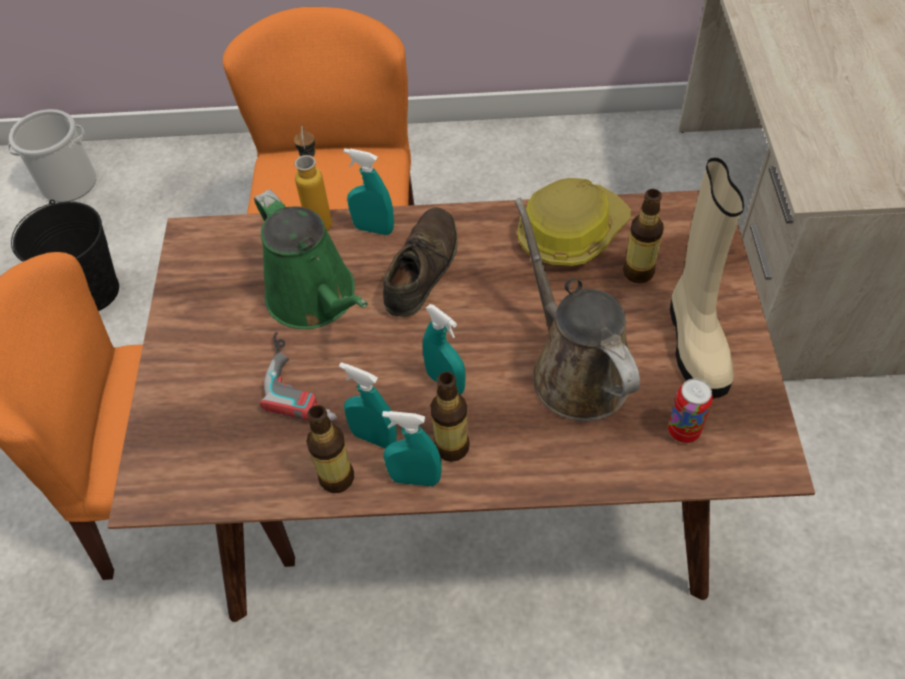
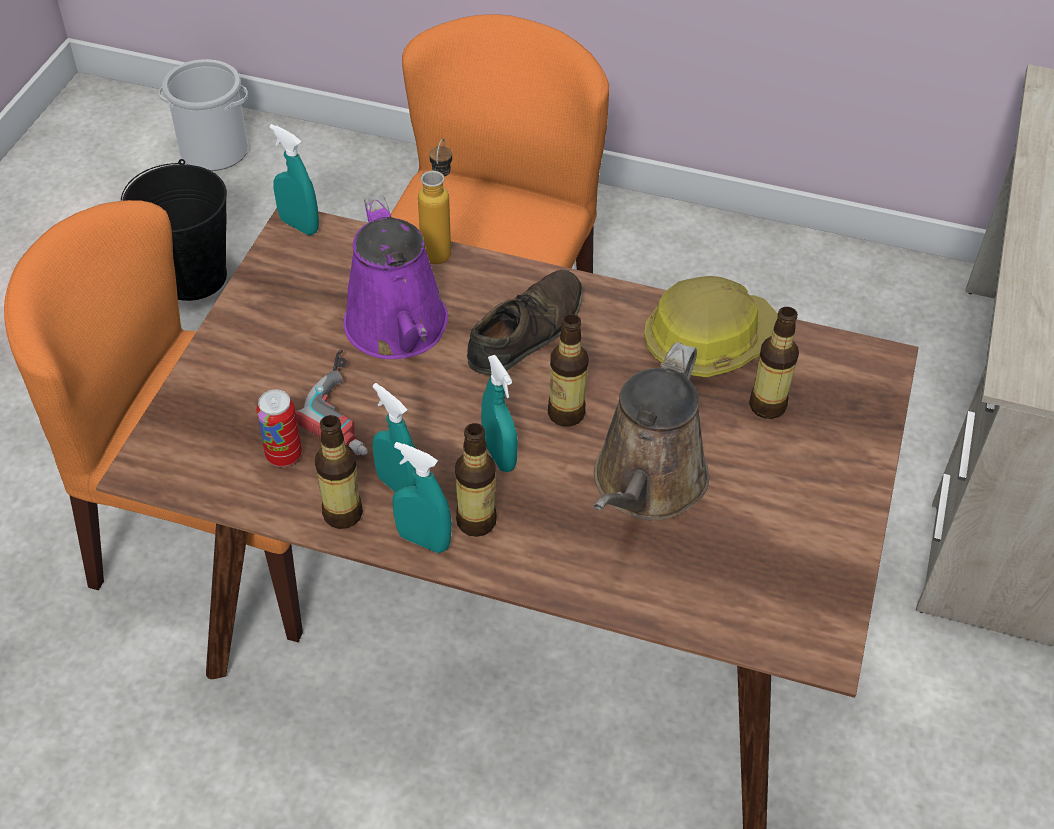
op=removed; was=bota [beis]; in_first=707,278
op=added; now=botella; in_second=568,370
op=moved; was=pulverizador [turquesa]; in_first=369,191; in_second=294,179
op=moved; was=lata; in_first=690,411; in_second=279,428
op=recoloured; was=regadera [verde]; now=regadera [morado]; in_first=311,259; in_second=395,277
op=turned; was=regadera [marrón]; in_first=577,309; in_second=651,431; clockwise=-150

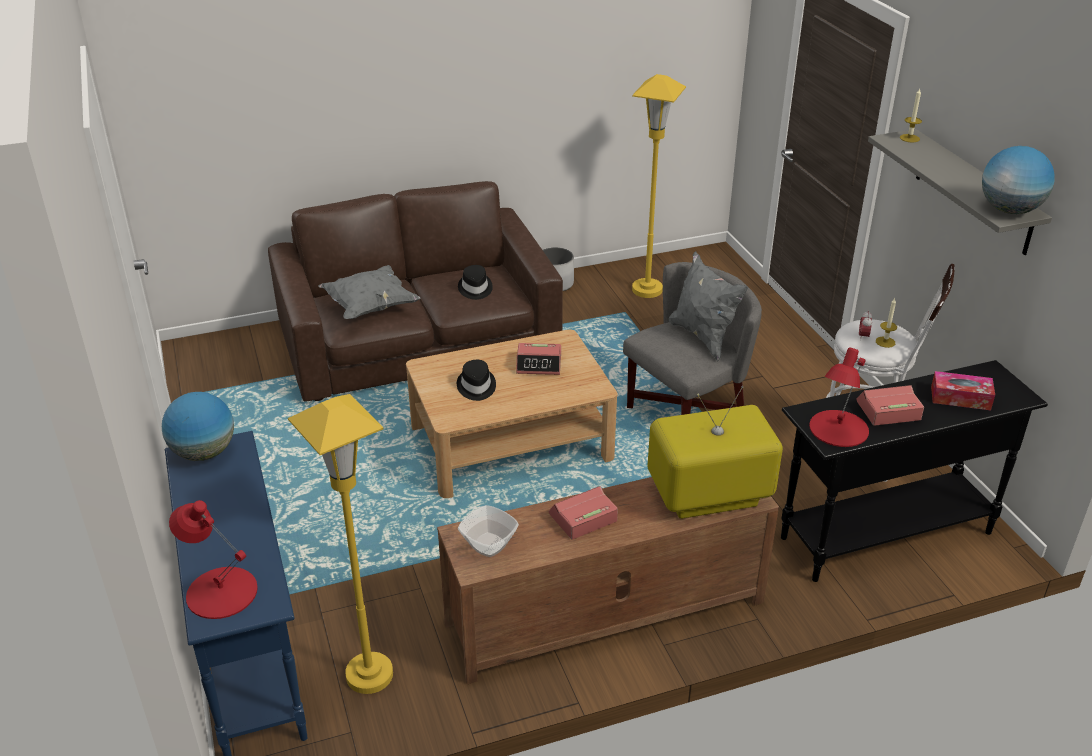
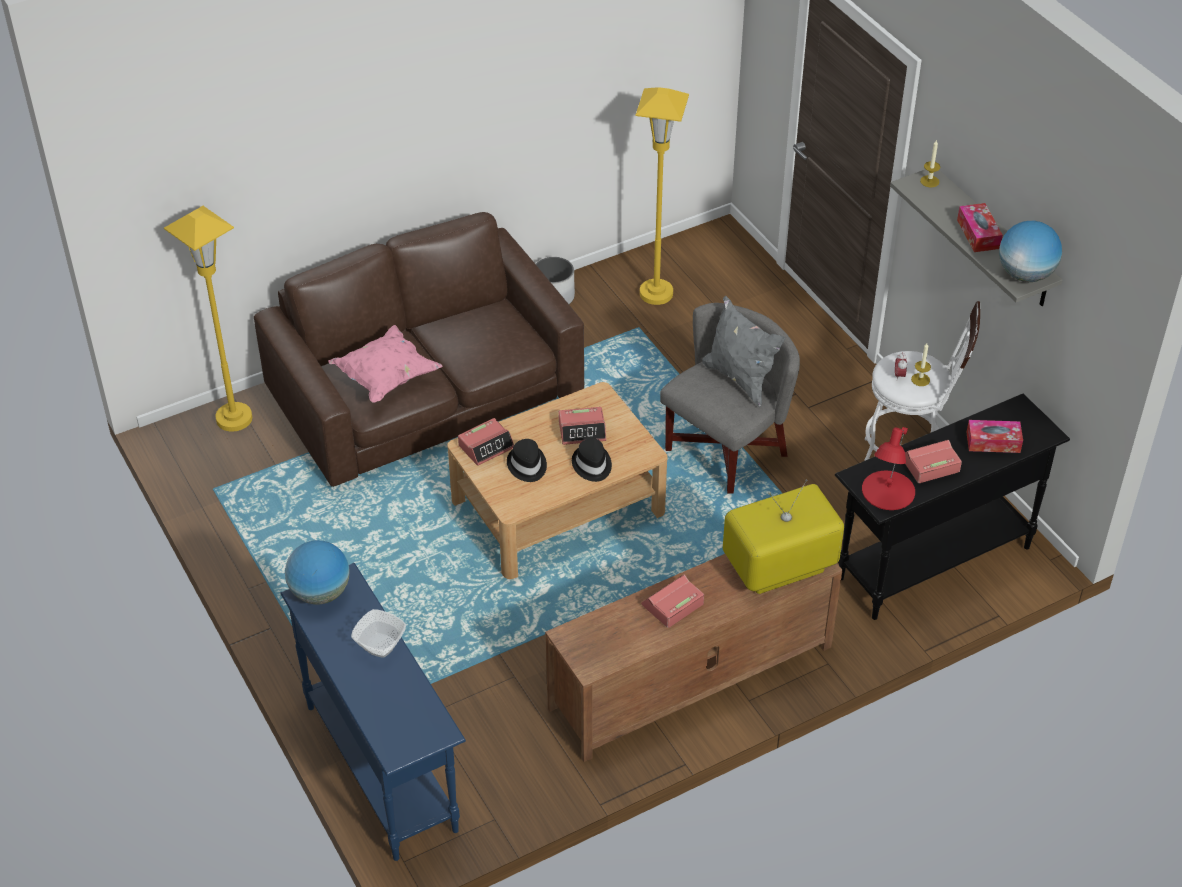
op=removed; was=lámpara de mesa [rojo]; in_first=213,559
op=added; now=despertador; in_second=486,442
op=added; now=caja de pañuelos; in_second=980,227
op=moved; was=lámpara de pie [amarillo]; in_first=340,544; in_second=208,319
op=moved; was=sombrero [negro]; in_first=475,282; in_second=592,460
op=moved; was=cuenco; in_first=488,531; in_second=378,633
op=recoloured; was=cojín [gris]; now=cojín [rosa]; in_first=369,292; in_second=385,364

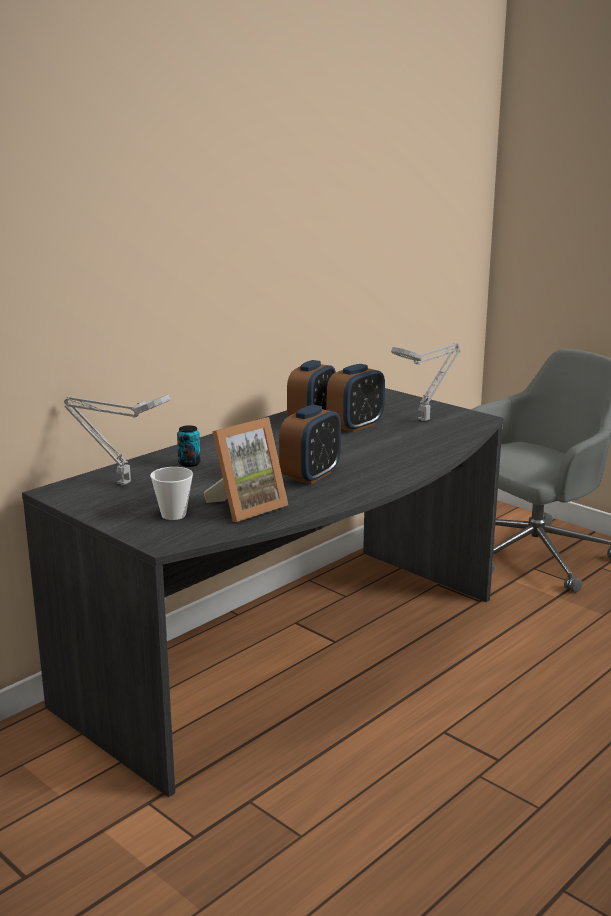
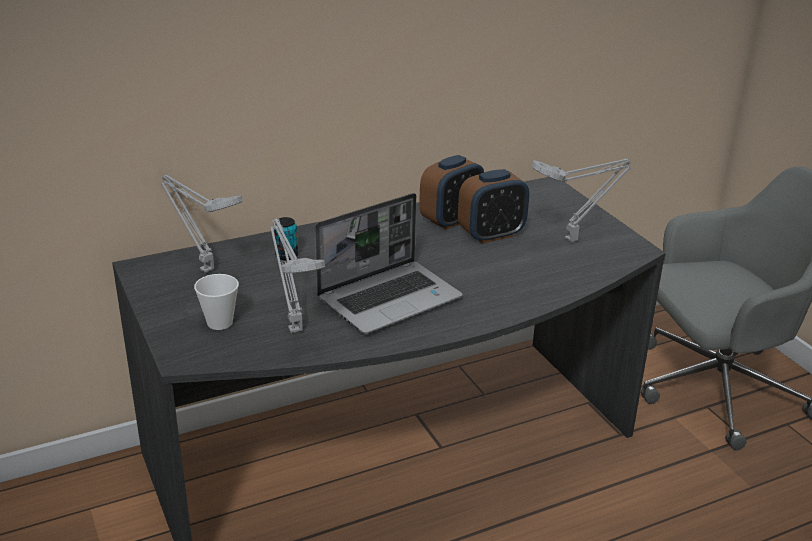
op=replaced; was=portarretratos; now=lámpara de mesa [gris]; in_first=246,469; in_second=297,276
op=replaced; was=despertador; now=portátil; in_first=310,444; in_second=389,263

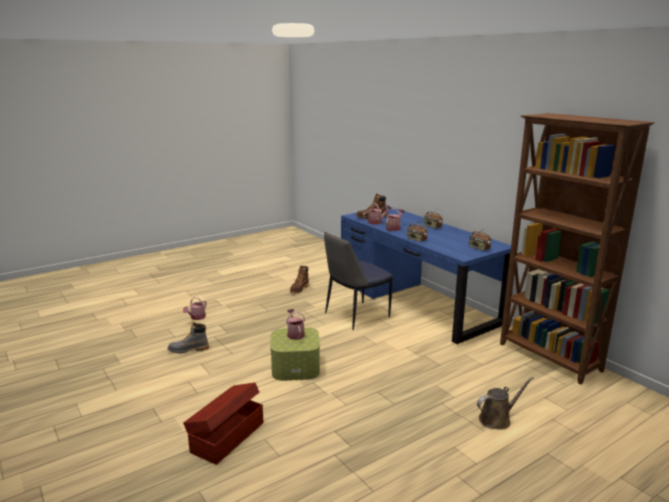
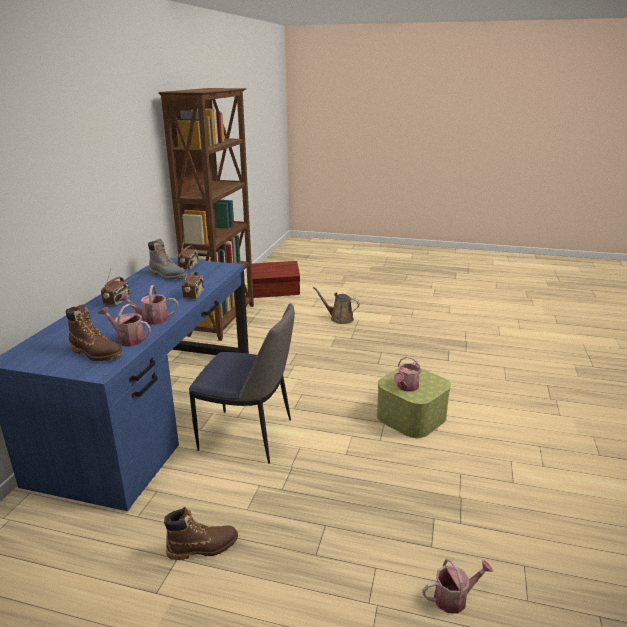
op=moved; was=bota [gris]; in_first=188,338; in_second=167,259
op=moved; was=caja de almacenaje [marrón]; in_first=223,424; in_second=276,279

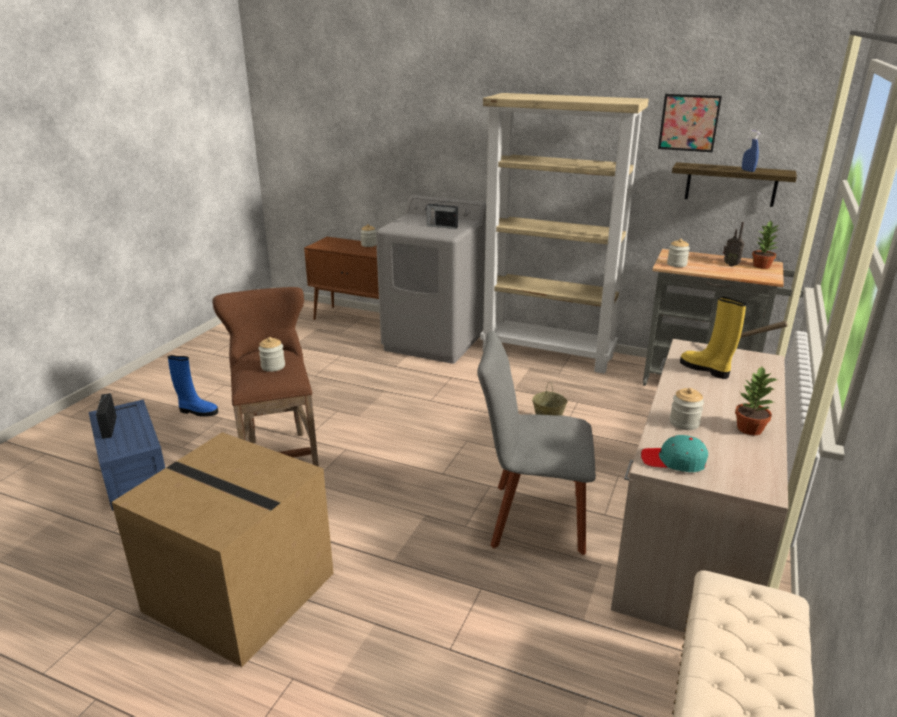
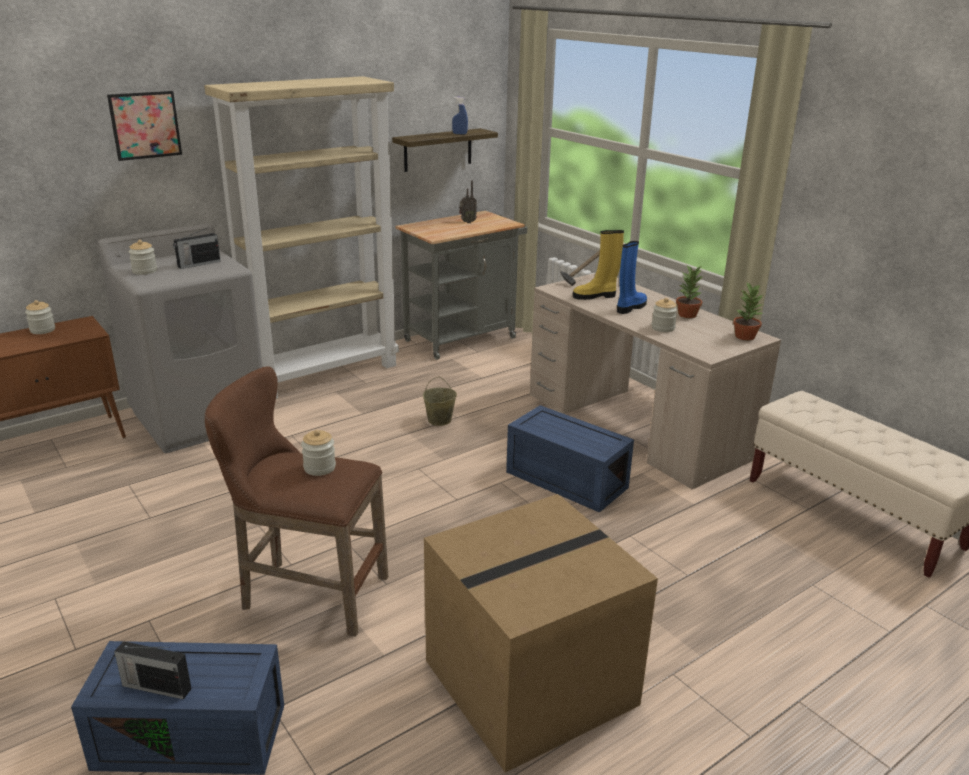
op=removed; was=gorra [turquesa]; in_first=674,453
op=moved; was=bota [azul]; in_first=193,386; in_second=632,277
op=moved; was=cuadro; in_first=690,123; in_second=144,126
op=moved; was=tarro; in_first=678,253; in_second=143,257
op=moved; was=planta en maceta; in_first=765,245; in_second=749,311
op=replaced; was=silla [gris]; now=caja de almacenaje [azul]; in_first=536,443; in_second=570,459

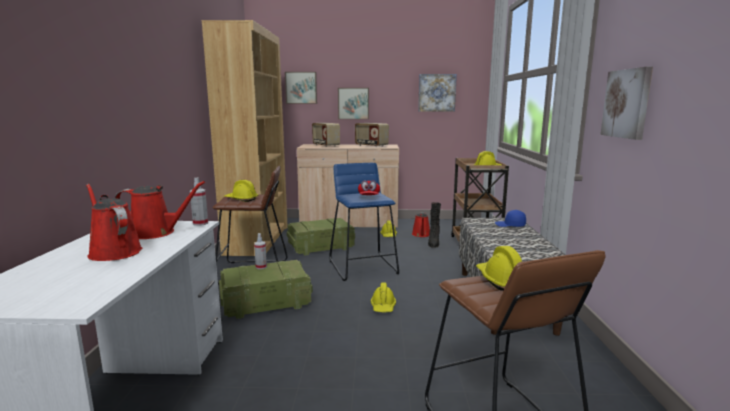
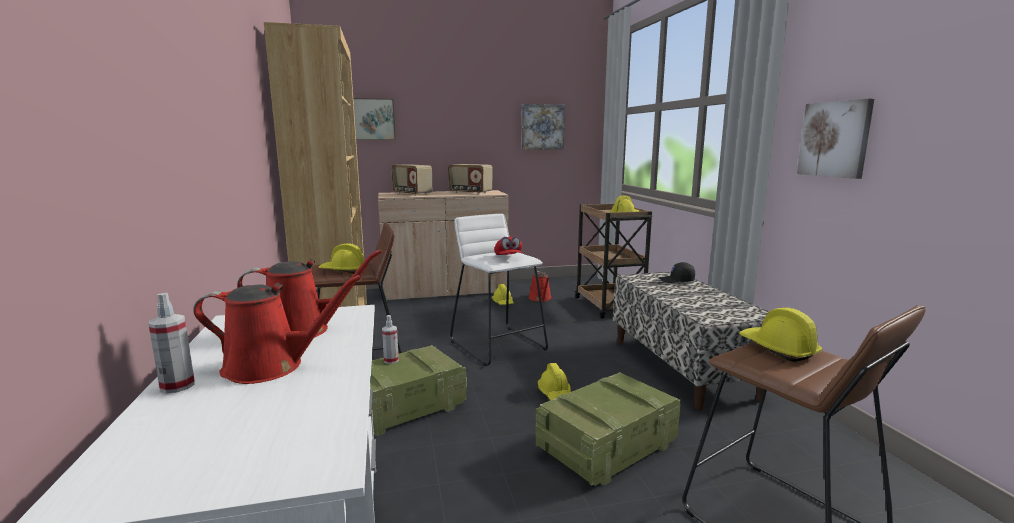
op=removed; was=cuadro; in_first=353,103
op=removed; was=bota [negro]; in_first=434,224
op=moved; was=pulverizador; in_first=199,201; in_second=171,342
op=moved; was=caja de embalaje; in_first=321,237; in_second=608,429
op=recoloured; was=taburete [azul]; now=taburete [blanco]; in_first=364,222; in_second=499,290
op=recoloured; was=gorra [azul]; now=gorra [negro]; in_first=510,218; in_second=677,272
op=turned; was=regadera [rojo]; in_first=114,222; in_second=277,329; clockwise=150

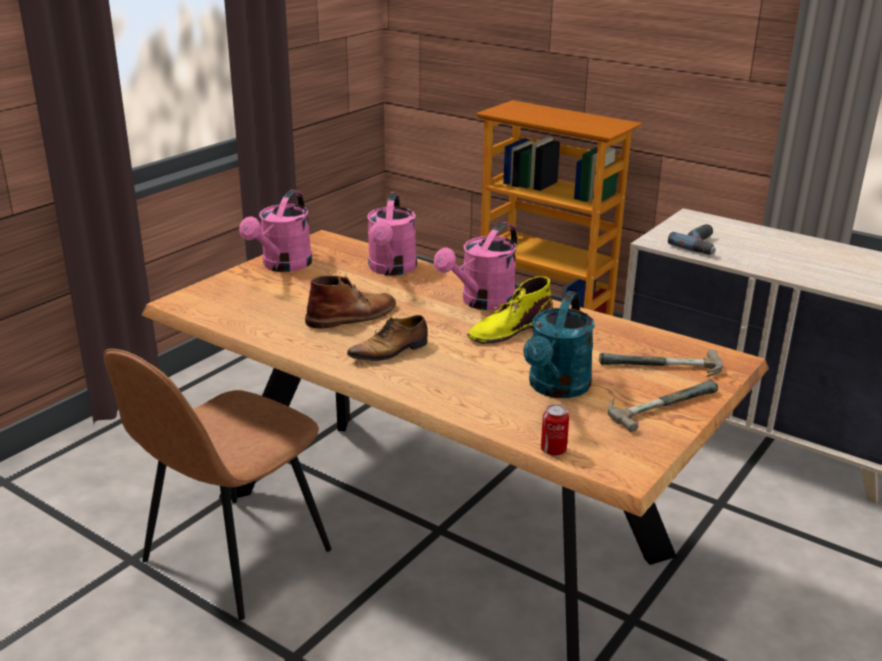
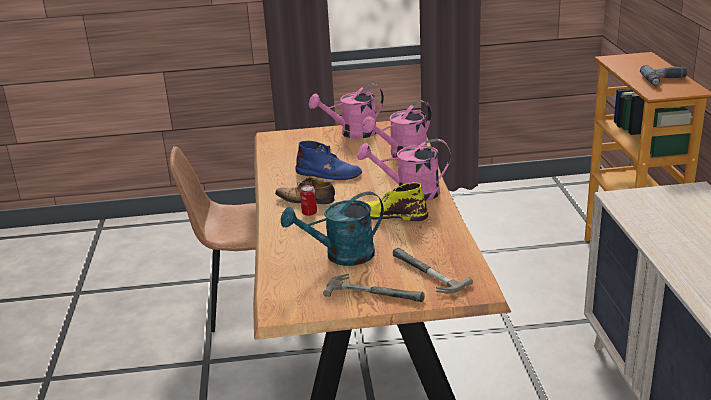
op=moved; was=lata; in_first=555,430; in_second=308,200
op=moved; was=taladro; in_first=692,239; in_second=663,75
op=recoloured; was=bota [marrón]; now=bota [azul]; in_first=350,302; in_second=328,160

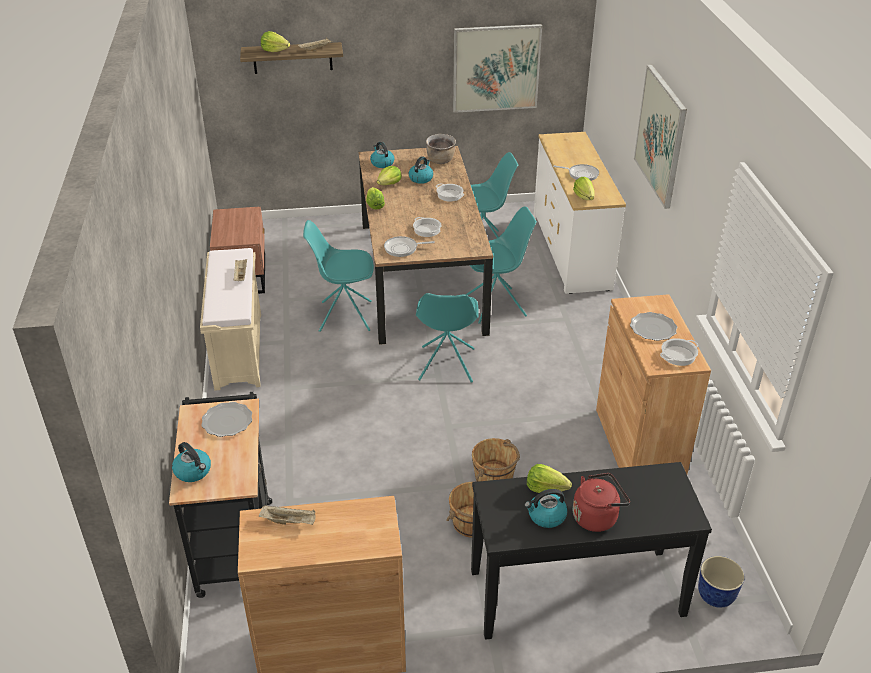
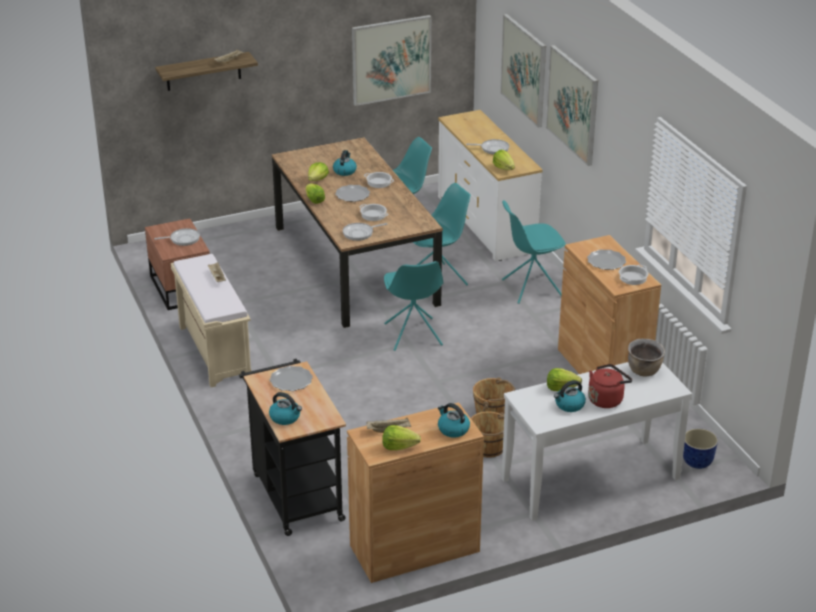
op=added; now=sartén; in_second=177,237
op=added; now=plato; in_second=352,193
op=added; now=cuadro; in_second=523,71
op=moved; was=lechuga; in_first=275,41; in_second=401,437
op=moved; was=silla [turquesa]; in_first=338,276; in_second=534,252
op=moved; was=hervidor; in_first=382,155; in_second=454,420
op=moved; was=olla [marrón]; in_first=441,149; in_second=646,358
op=recoloured; was=mesa consola [negro]; now=mesa consola [blanco]; in_first=591,551; in_second=597,441

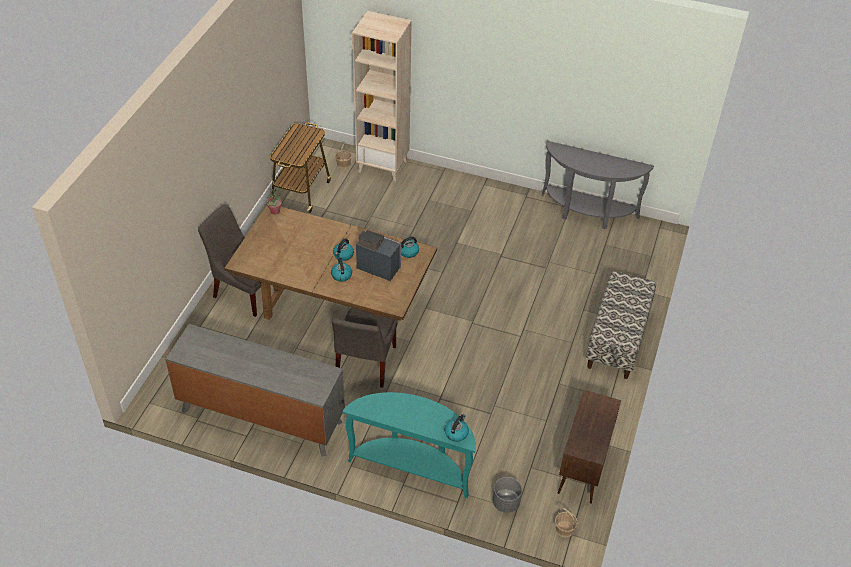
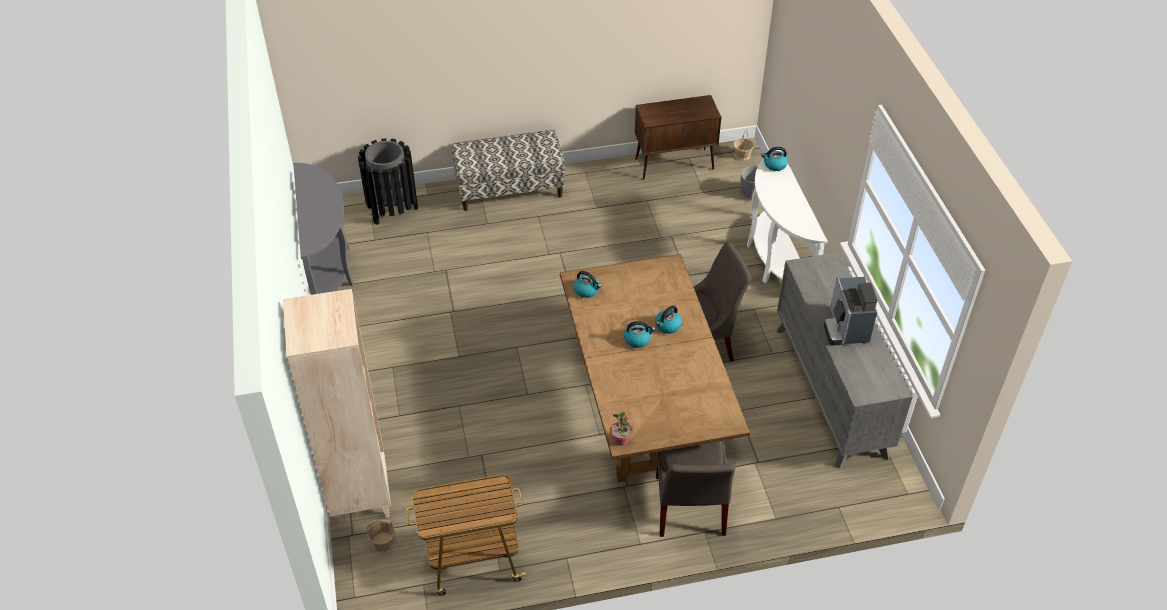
op=added; now=papelera [negro]; in_second=388,181
op=moved; was=cafetera; in_first=378,255; in_second=851,311
op=recoloured; was=mesa consola [turquesa]; now=mesa consola [blanco]; in_first=409,445; in_second=787,216

